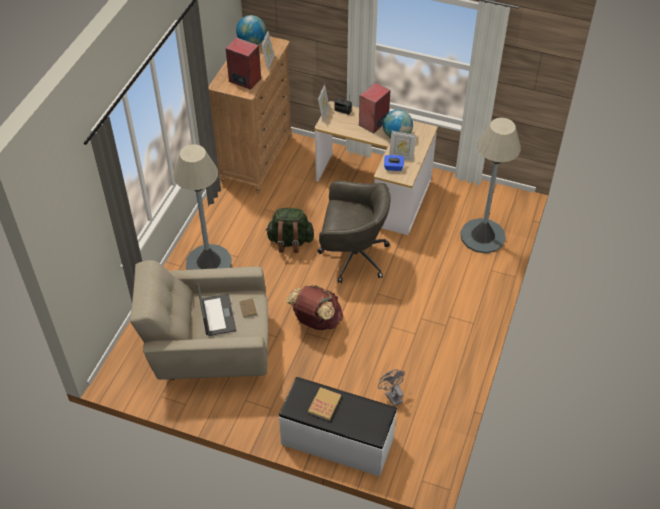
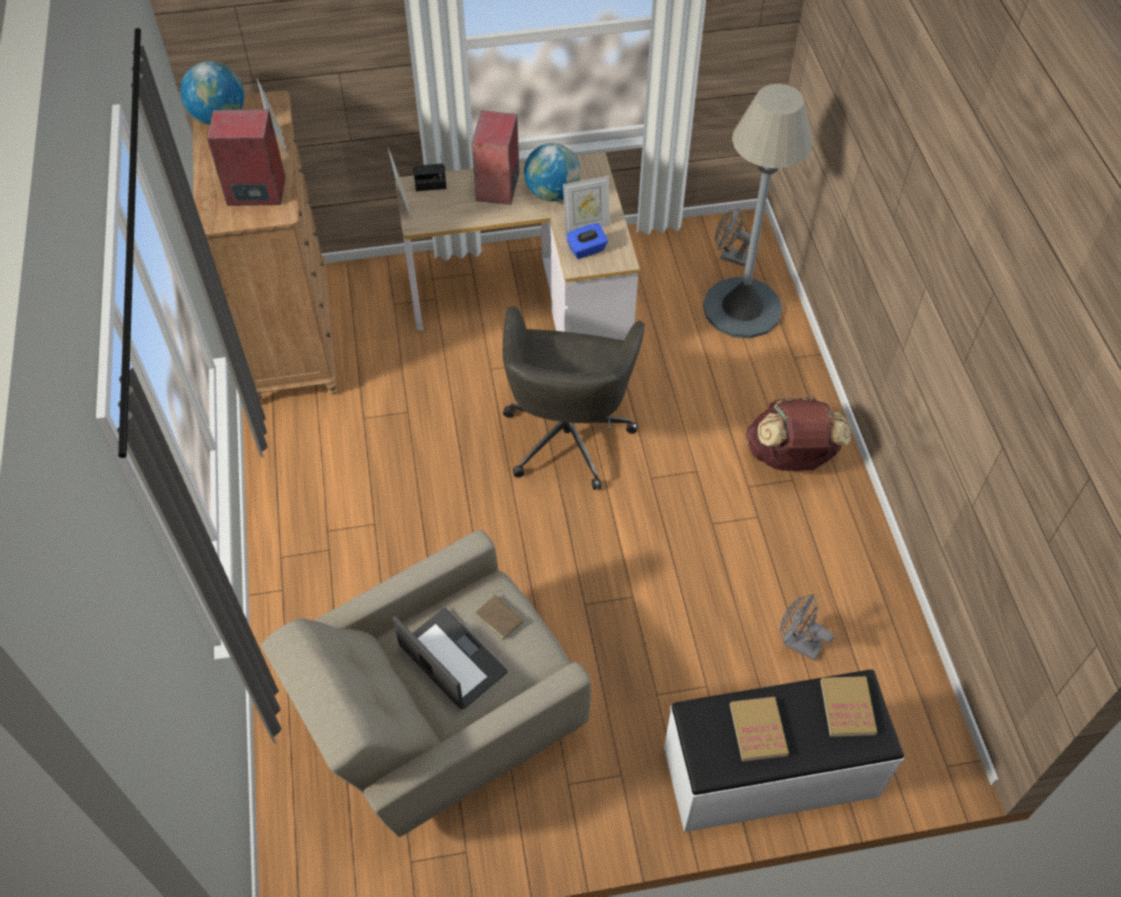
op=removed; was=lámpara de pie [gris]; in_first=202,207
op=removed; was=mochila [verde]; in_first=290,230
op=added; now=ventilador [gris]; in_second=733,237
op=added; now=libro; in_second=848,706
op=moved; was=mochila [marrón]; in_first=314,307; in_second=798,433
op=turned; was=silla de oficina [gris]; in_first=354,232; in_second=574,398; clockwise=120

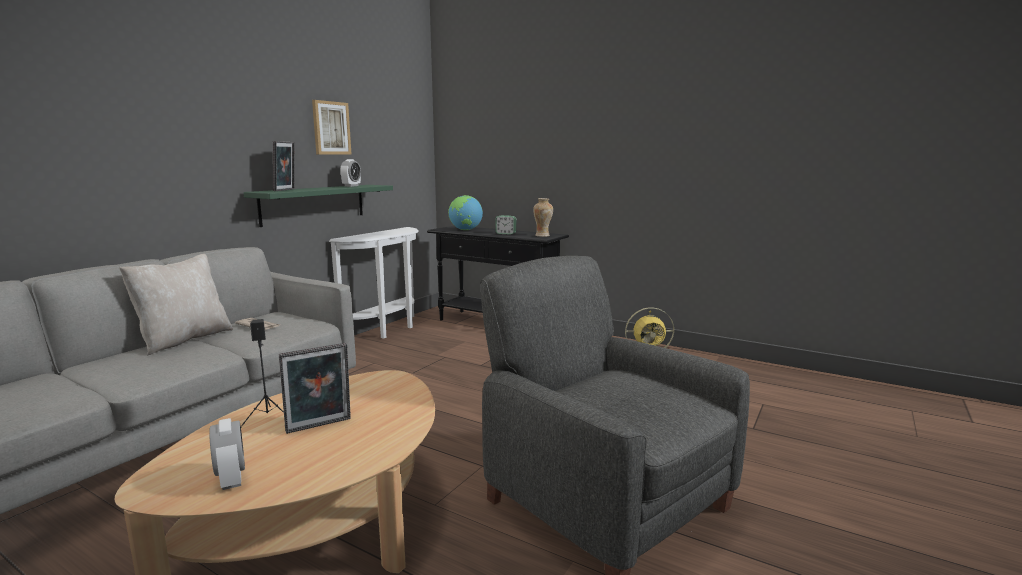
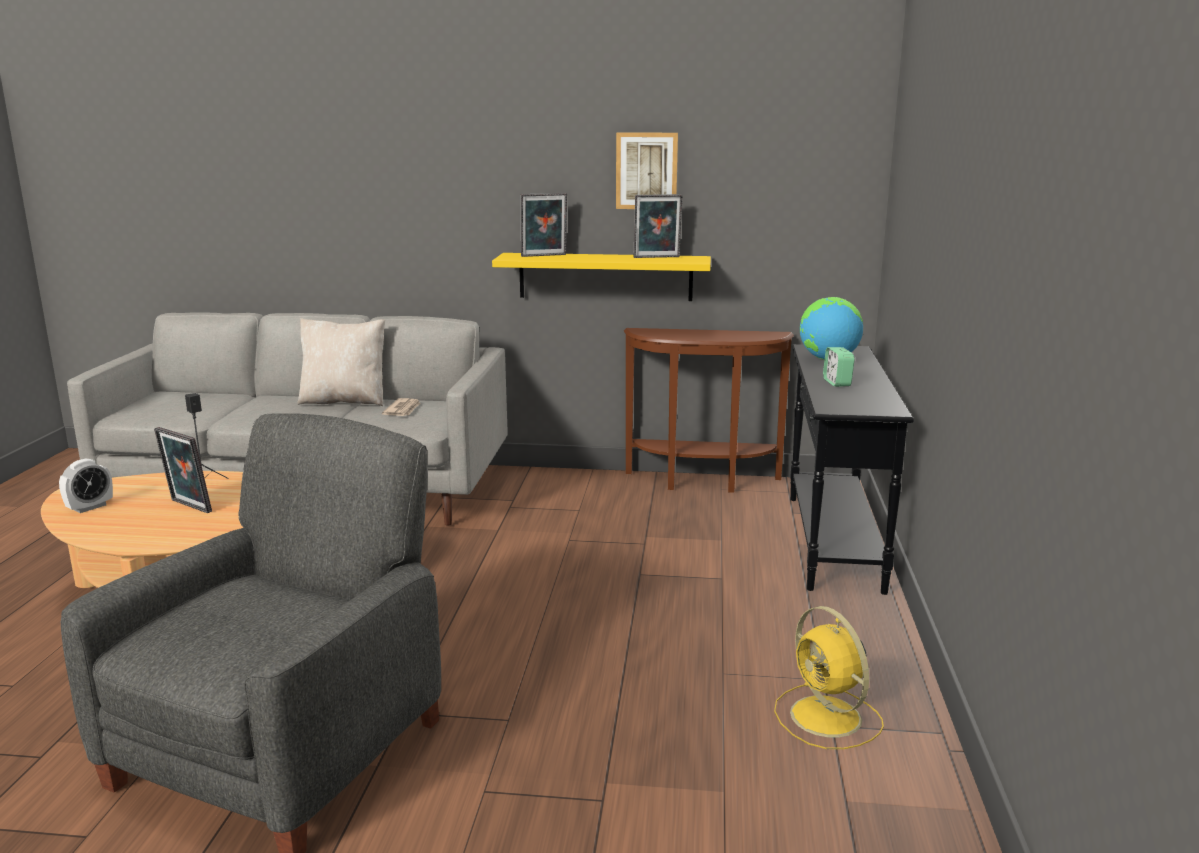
op=removed; was=florero; in_first=543,217
op=replaced; was=despertador; now=portarretratos; in_first=350,173; in_second=658,226
op=recoloured; was=estante [verde]; now=estante [amarillo]; in_first=318,206; in_second=601,277
op=recoloured; was=mesa consola [blanco]; now=mesa consola [marrón]; in_first=374,283; in_second=709,410

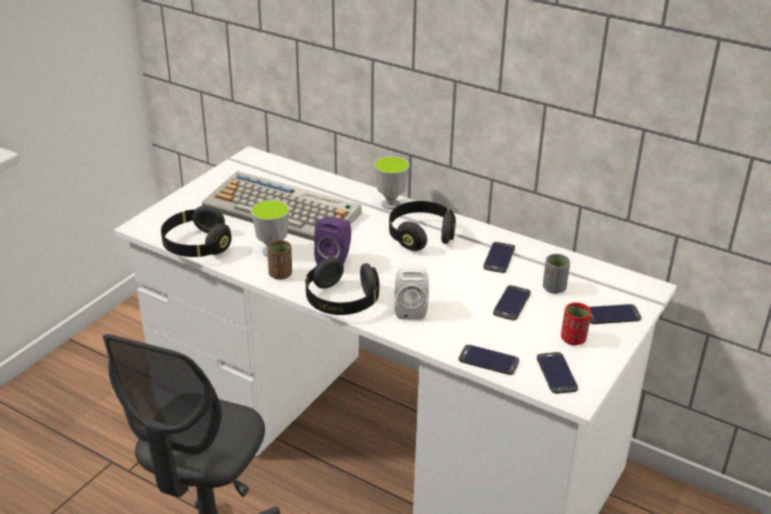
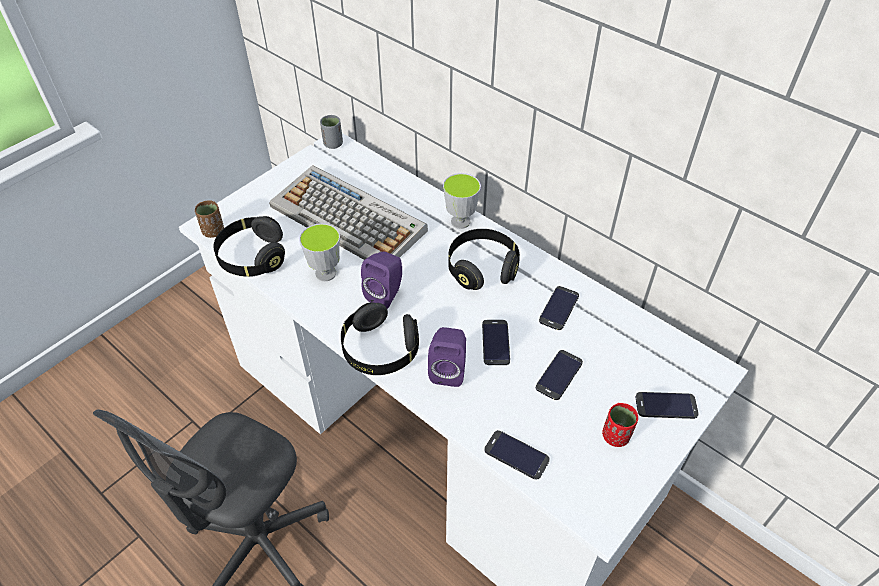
op=moved; was=taza [marrón]; in_first=279,260; in_second=209,219
op=moved; was=móvil; in_first=557,373; in_second=496,342
op=moved; was=taza [gris]; in_first=556,274; in_second=331,132
op=recoloured; was=altavoz [blanco]; now=altavoz [morado]; in_first=411,291; in_second=447,357

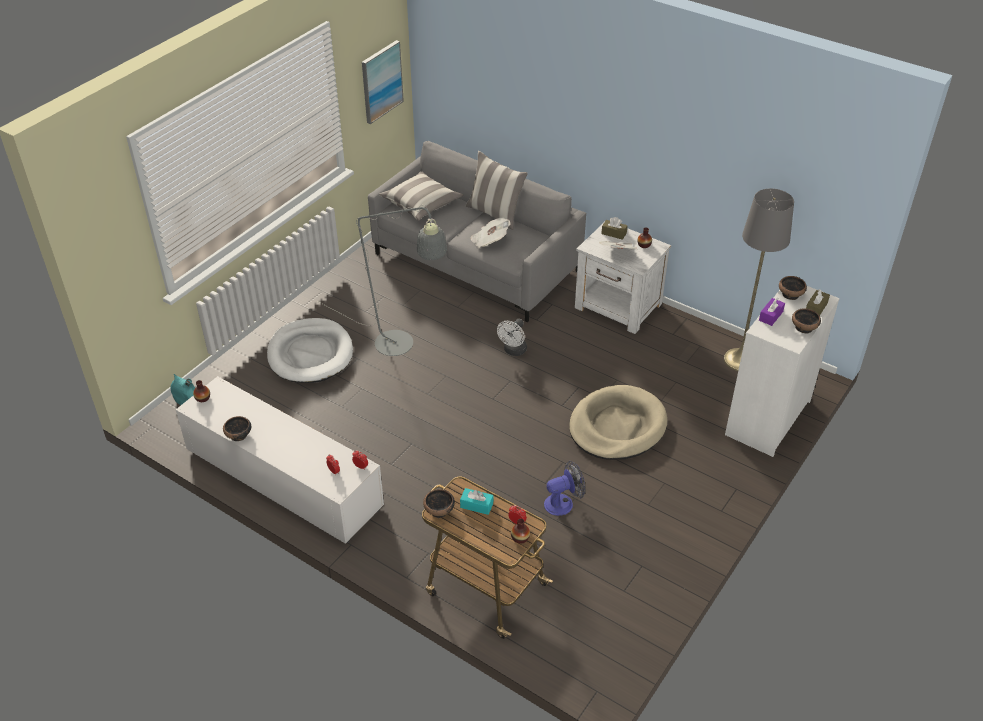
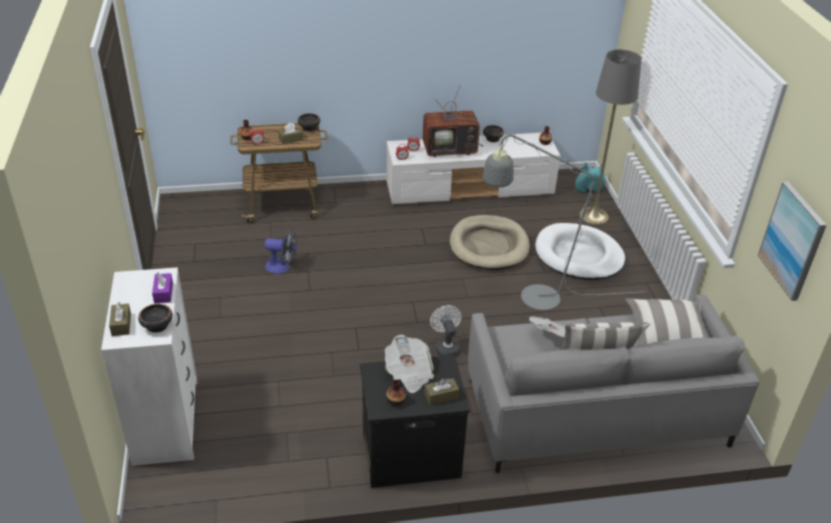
op=removed; was=cuenco; in_first=806,321
op=added; now=televisor; in_second=453,122
op=moved; was=cama para perro [beis]; in_first=618,422; in_second=490,242
op=moved; was=lámpara de pie [gris]; in_first=759,279; in_second=610,137
op=recoloured; was=caja de pañuelos [turquesa]; now=caja de pañuelos [marrón]; in_first=476,501; in_second=290,133
op=recoloured; was=mesita de noche [blanco]; now=mesita de noche [negro]; in_first=623,278; in_second=415,421
op=turned; was=ventilador; in_first=565,488; in_second=280,252; clockwise=-105

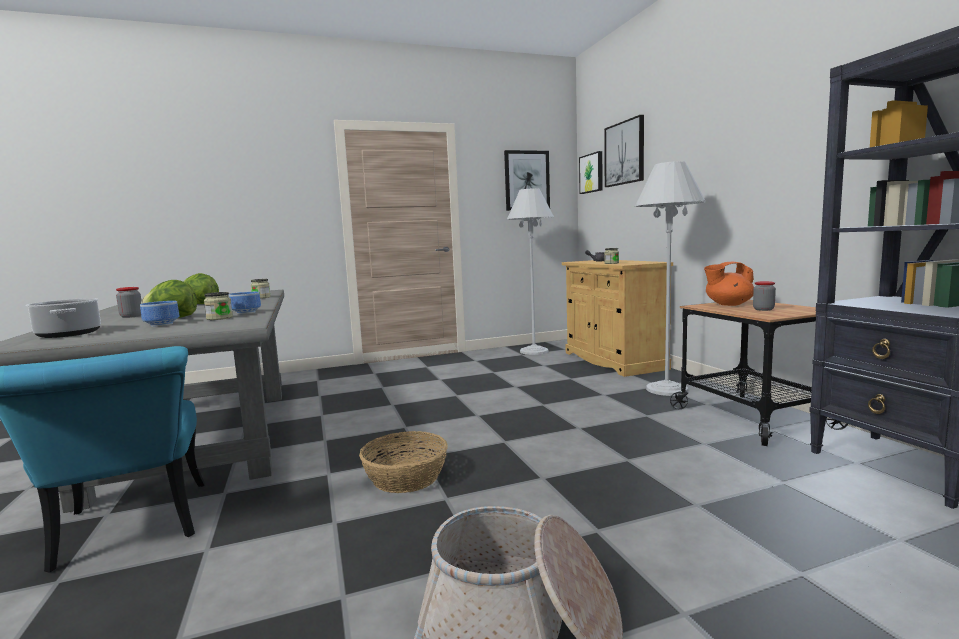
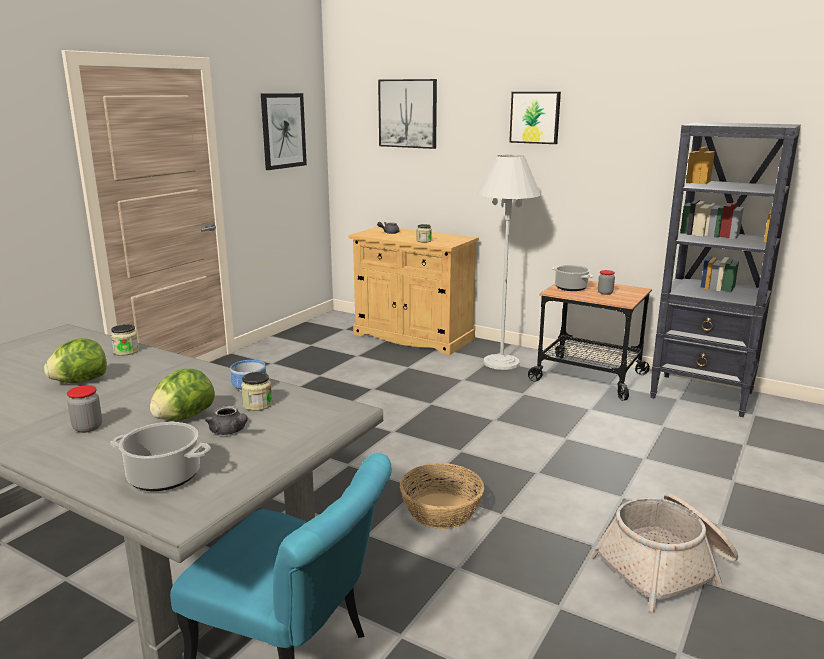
op=removed; was=lámpara de pie [blanco]; in_first=530,271
op=moved; was=cuadro; in_first=591,172; in_second=535,118
op=replaced; was=cuenco; now=tetera [gris]; in_first=159,314; in_second=226,420
op=replaced; was=tetera [naranja]; now=olla; in_first=729,284; in_second=572,278

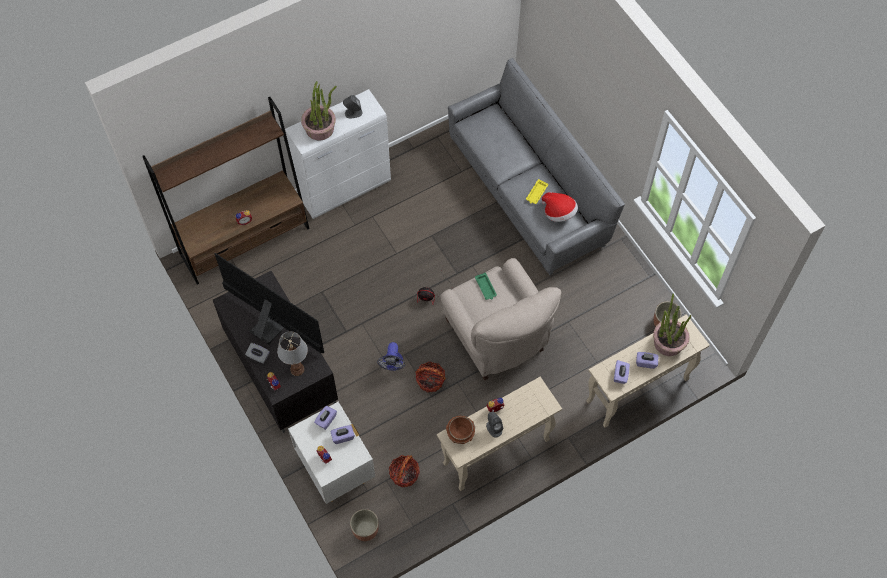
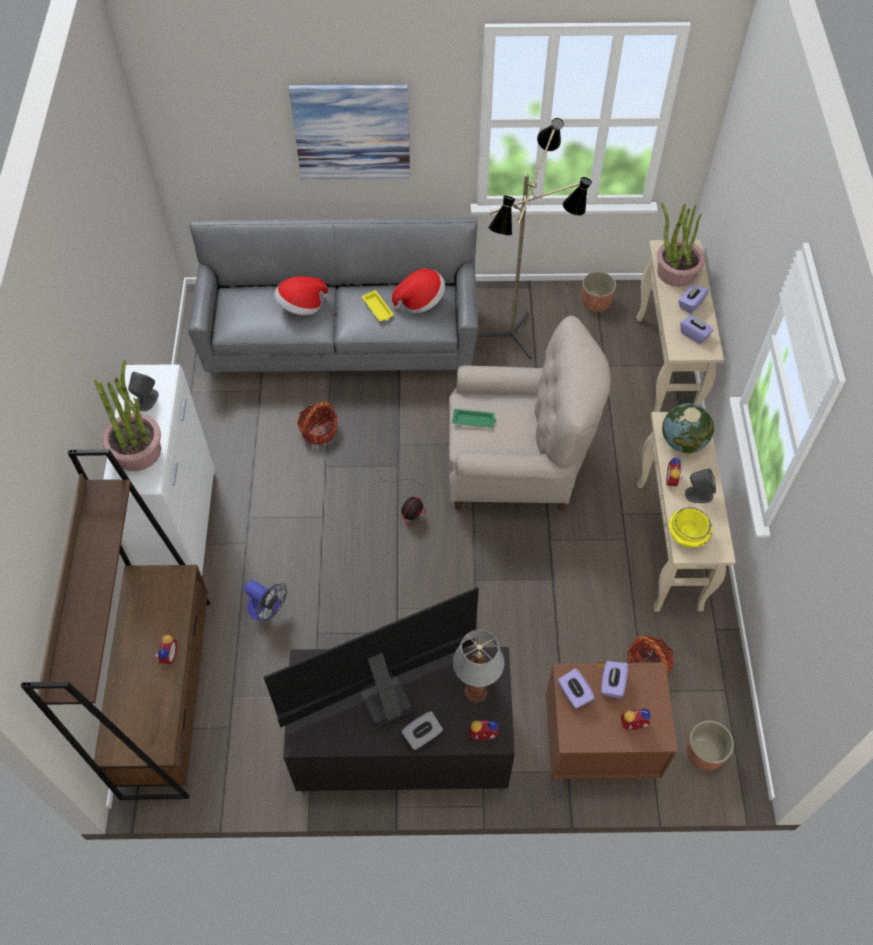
op=added; now=sombrero; in_second=301,295
op=added; now=cuadro; in_second=349,131
op=added; now=lámpara de pie; in_second=535,238
op=added; now=globo terráqueo; in_second=688,428
op=moved; was=ventilador; in_first=391,356; in_second=265,600
op=moved; was=cesta; in_first=431,376; in_second=317,423
op=recoloured; was=mesita de noche [blanco]; now=mesita de noche [marrón]; in_first=331,452; in_second=611,721
op=recoloured; was=cuenco [marrón]; now=cuenco [amarillo]; in_first=460,430; in_second=690,527

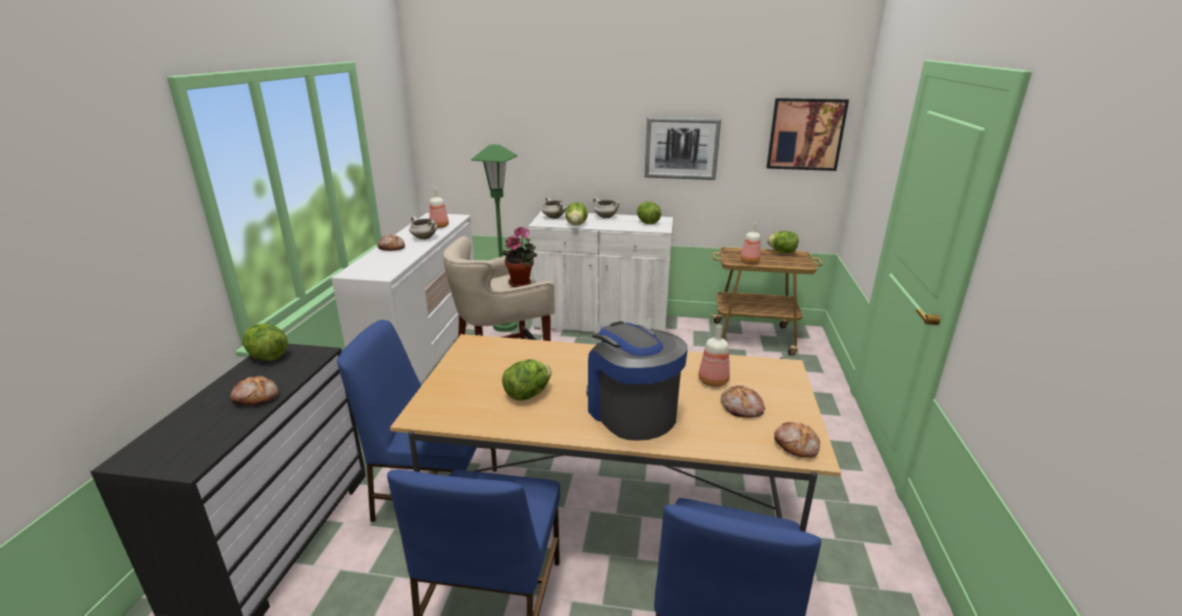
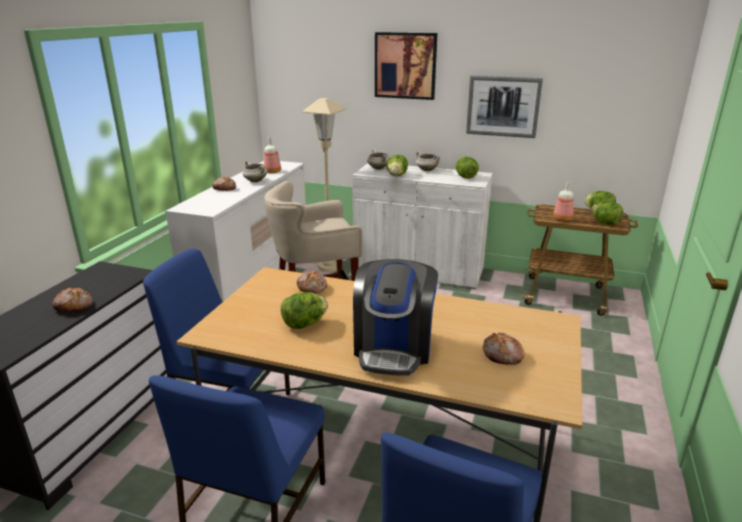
op=removed; was=planta en maceta; in_first=519,256
op=removed; was=botella; in_first=714,356
op=moved; was=lechuga; in_first=265,342; in_second=606,213
op=moved; was=cuadro; in_first=807,134; in_second=406,66
op=moved; was=pan; in_first=797,440; in_second=312,282
op=recoloured; was=lámpara de pie [verde]; now=lámpara de pie [beis]; in_first=494,238; in_second=324,185
op=turned; was=cafetera; in_first=637,381; in_second=395,317; clockwise=-150

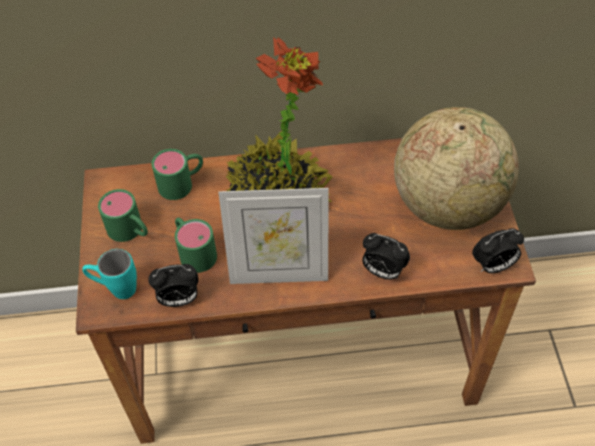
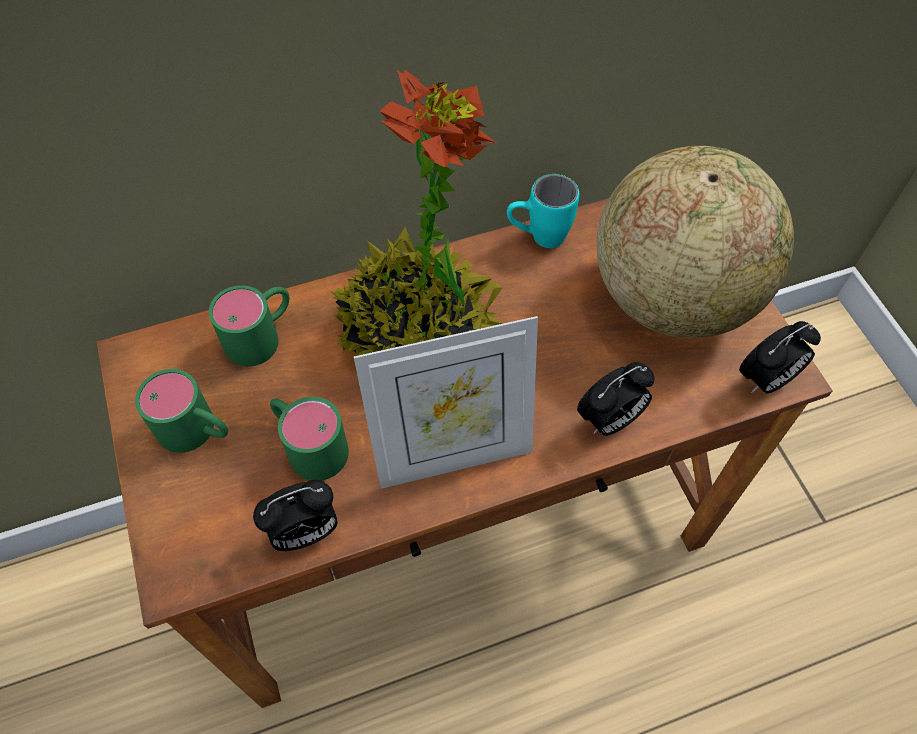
op=moved; was=taza grande [turquesa]; in_first=109,274; in_second=543,211
op=turned; was=despertador; in_first=386,256; in_second=616,399; clockwise=-45

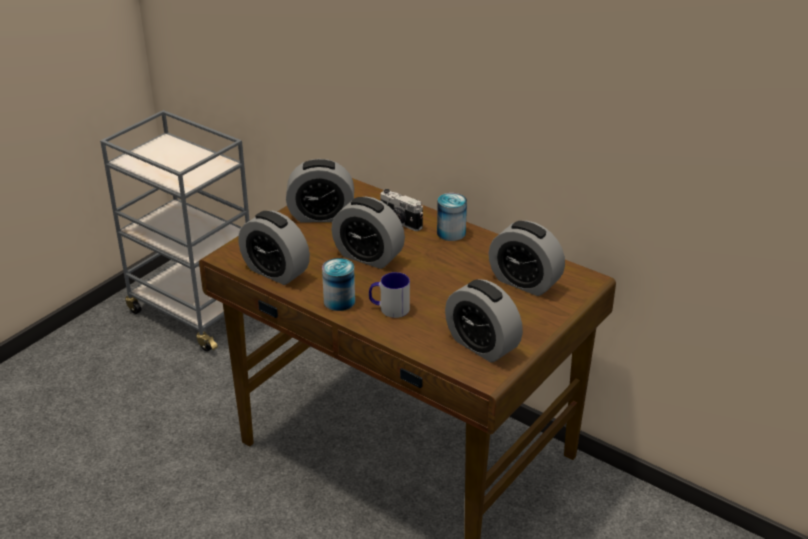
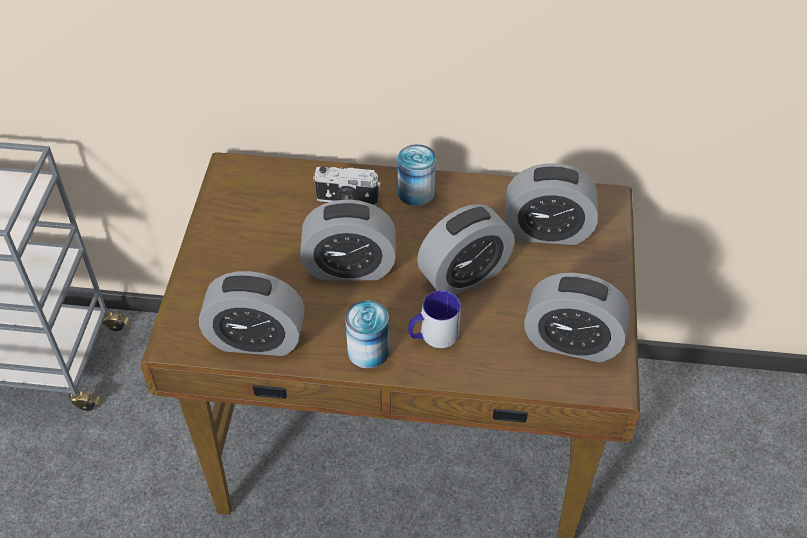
op=moved; was=despertador; in_first=320,190; in_second=466,249

